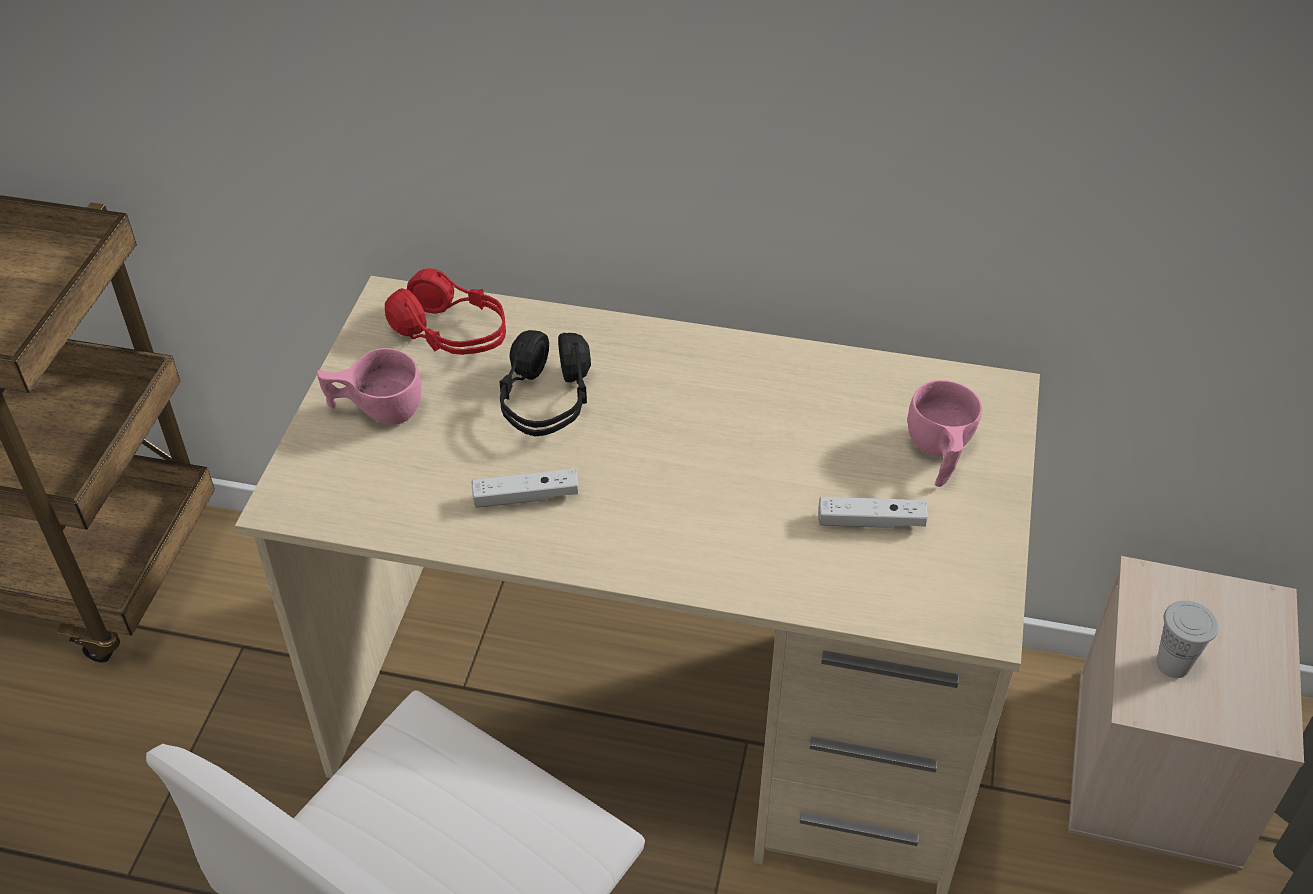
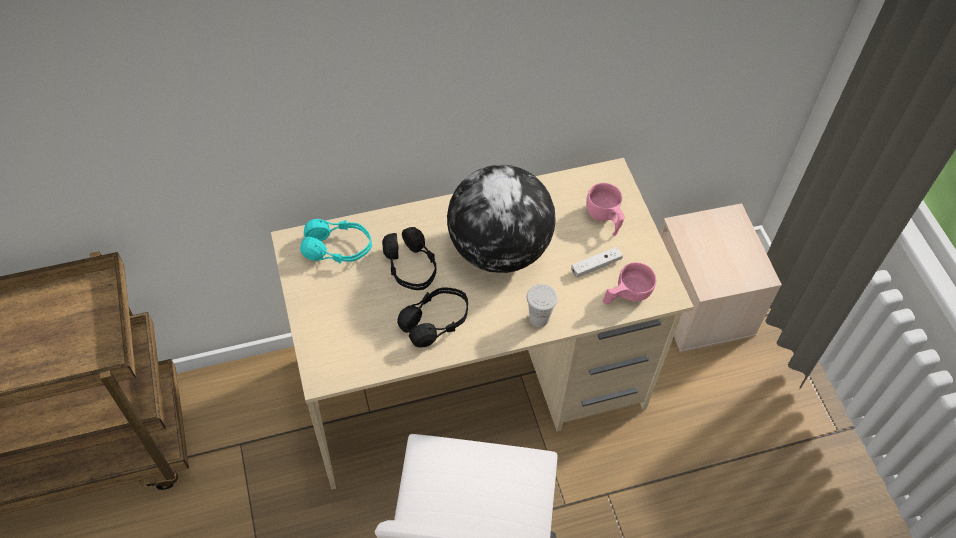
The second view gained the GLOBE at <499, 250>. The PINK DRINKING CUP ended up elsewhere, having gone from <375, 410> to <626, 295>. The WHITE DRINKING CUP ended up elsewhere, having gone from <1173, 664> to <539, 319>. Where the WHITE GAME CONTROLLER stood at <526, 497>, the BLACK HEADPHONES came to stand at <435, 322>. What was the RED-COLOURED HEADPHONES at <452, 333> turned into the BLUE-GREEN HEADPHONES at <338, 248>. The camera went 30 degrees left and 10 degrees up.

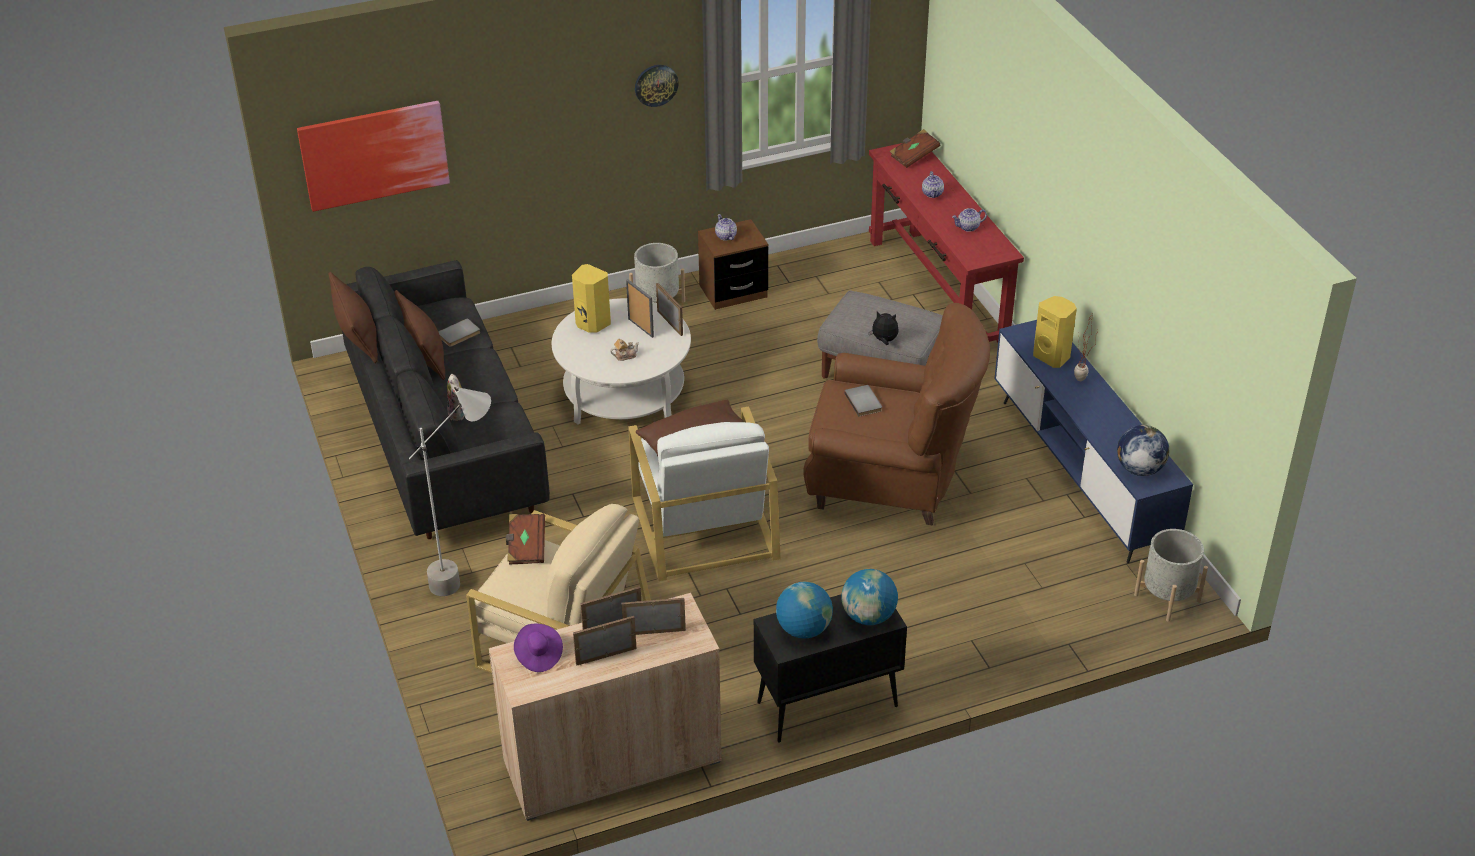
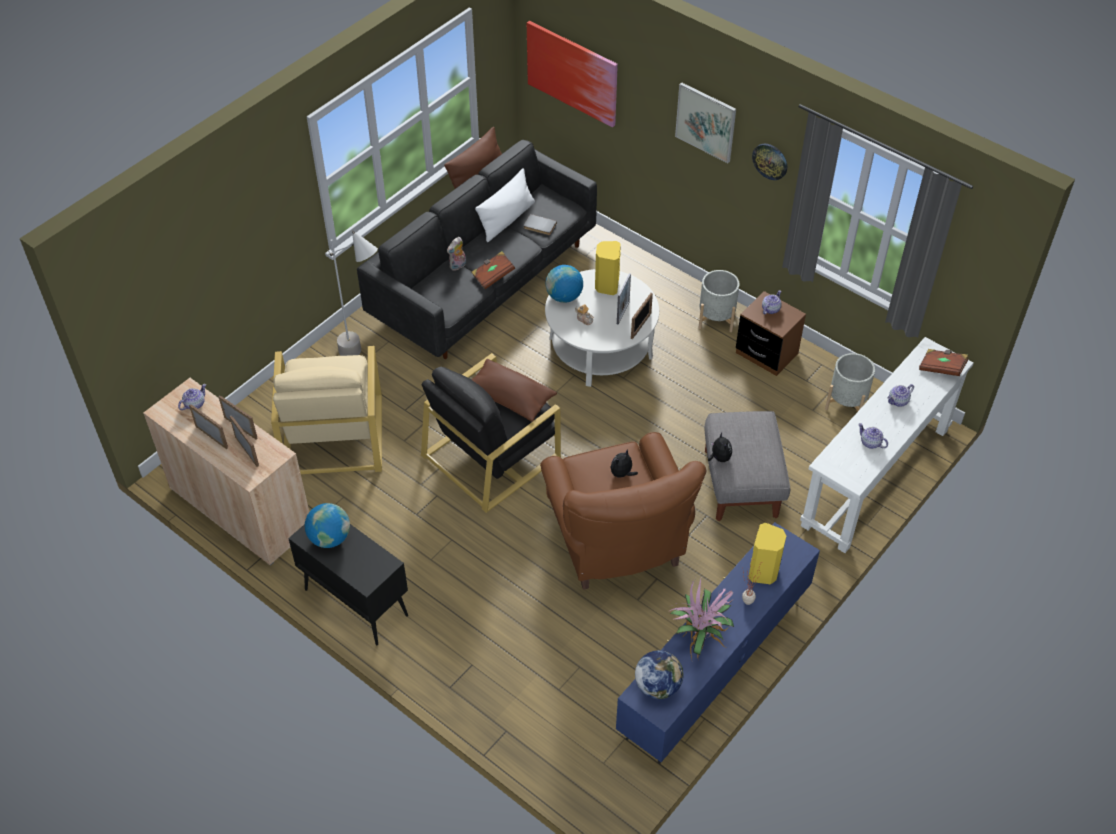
The second view gained the HOUSEPLANT at <700, 637>. The second view gained the WALL PICTURE at <706, 122>. The BROWN-COLOURED BOOK ended up elsewhere, having gone from <526, 547> to <493, 276>. The GLOBE ended up elsewhere, having gone from <868, 616> to <564, 297>. The GREY FLOWER POT ended up elsewhere, having gone from <1167, 598> to <846, 402>. Where the PURPLISH WEARABLE HAT stood at <538, 656>, the POT FOR TEA came to stand at <194, 404>. Where the GREY BOOK stood at <864, 402>, the SOFT TOY came to stand at <622, 474>. What was the BROWN-COLOURED CUSHION at <424, 353> turned into the WHITE CUSHION at <507, 219>. What was the WHITE EASY CHAIR at <704, 526> turned into the BLACK EASY CHAIR at <492, 455>. What was the RED-COLOURED CONSOLE TABLE at <937, 291> turned into the WHITE CONSOLE TABLE at <875, 477>. The camera went 60 degrees right and 10 degrees up.

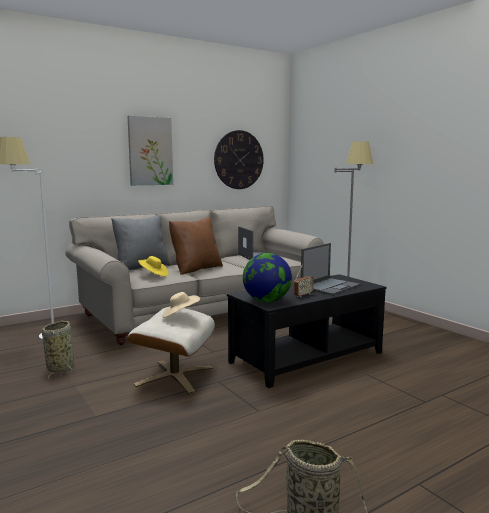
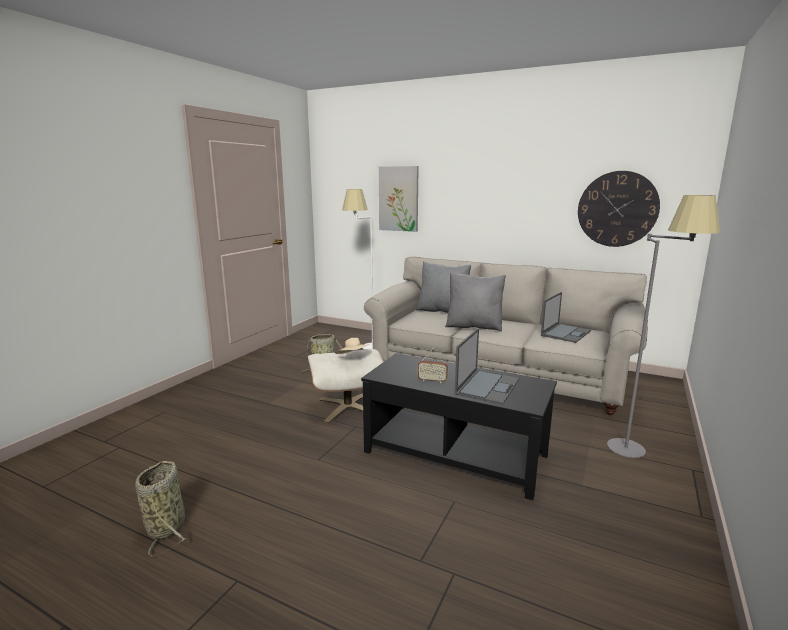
The second view lost the YELLOW-COLOURED WEARABLE HAT at <153, 275>. The second view lost the GLOBE at <266, 301>. The WALL PICTURE ended up elsewhere, having gone from <150, 151> to <399, 199>. What was the BROWN-COLOURED CUSHION at <196, 269> turned into the GREY CUSHION at <474, 326>. The PORTABLE COMPUTER at <330, 286> ended up facing another way, 75 degrees counterclockwise from before. The camera went 60 degrees right and 5 degrees up.

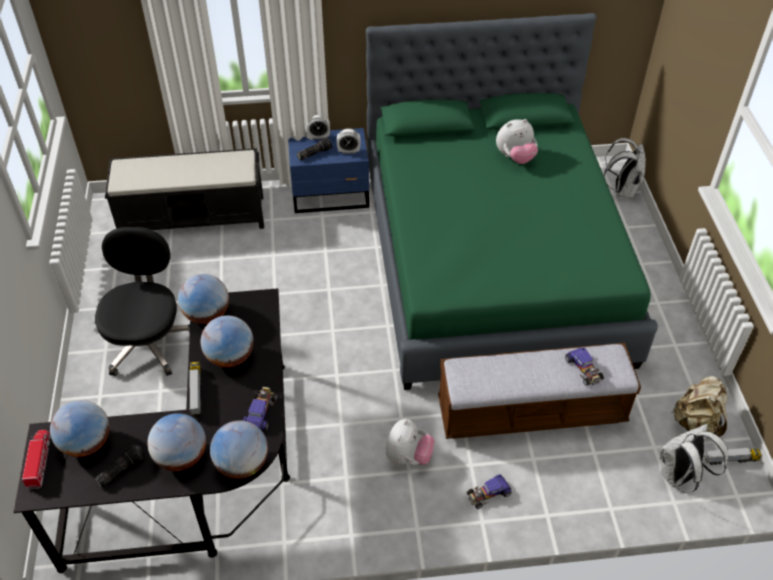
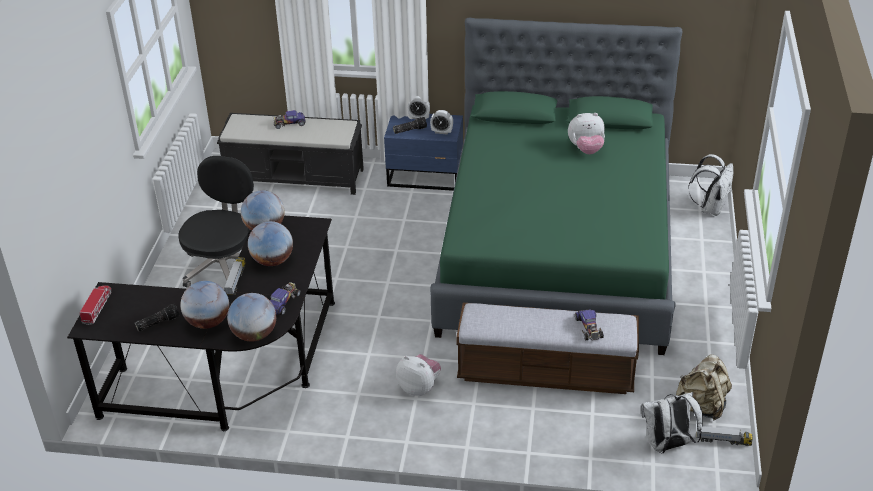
The second view lost the GLOBE at <86, 443>. The TOY CAR ended up elsewhere, having gone from <488, 494> to <289, 123>. The SOFT TOY at <408, 456> ended up facing another way, 90 degrees counterclockwise from before. The camera went 15 degrees right and 10 degrees down.

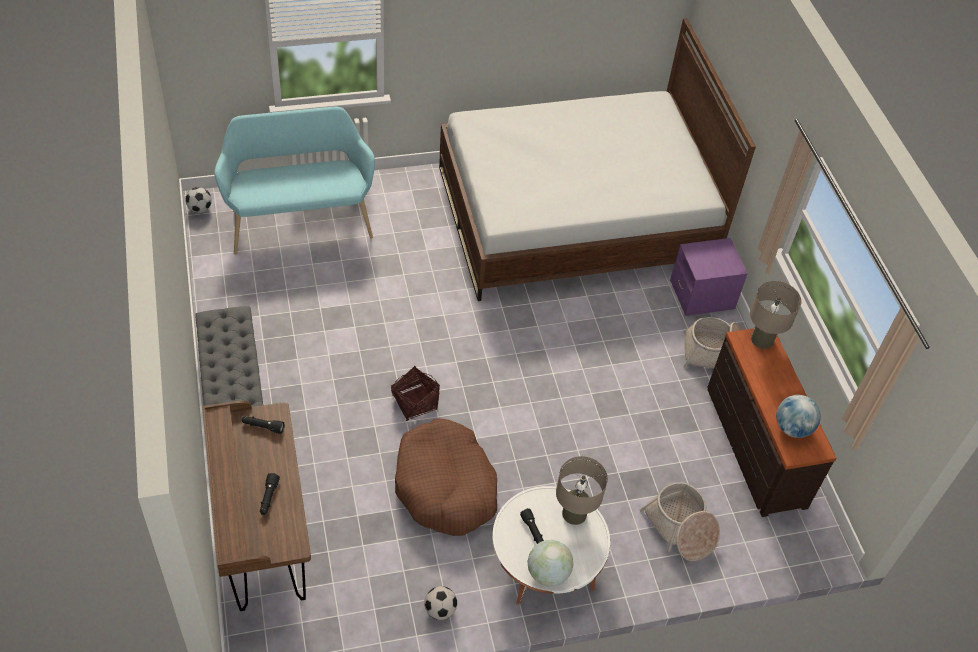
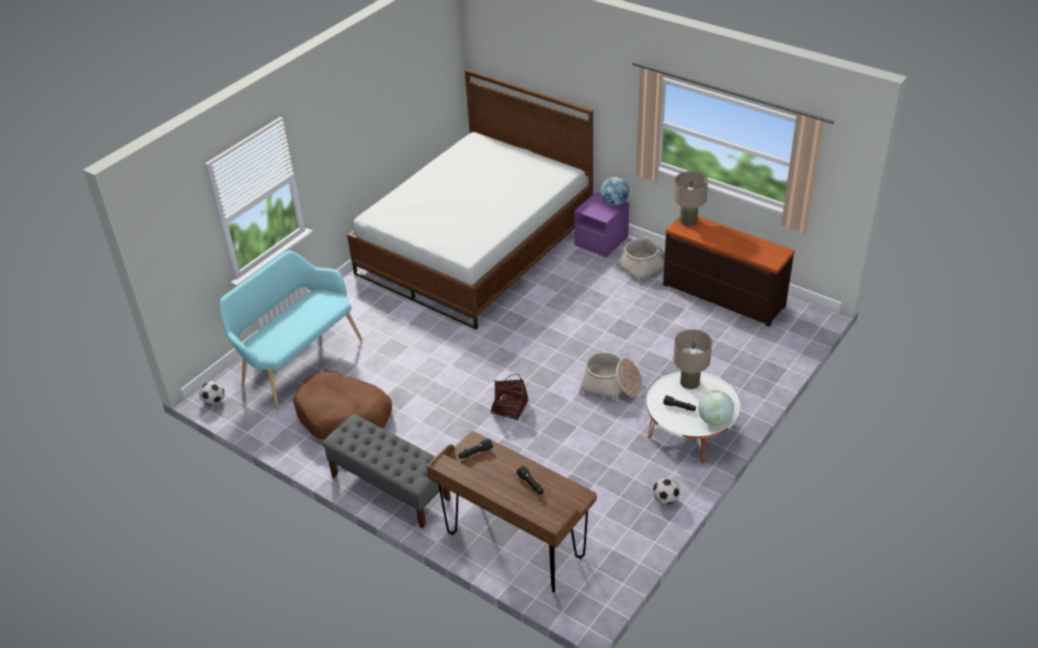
The BROWN-COLOURED DOG CUSHION ended up elsewhere, having gone from <445, 486> to <344, 416>. The BASKET ended up elsewhere, having gone from <680, 528> to <611, 386>. The GLOBE ended up elsewhere, having gone from <792, 428> to <614, 203>. The camera went 35 degrees left and 10 degrees down.

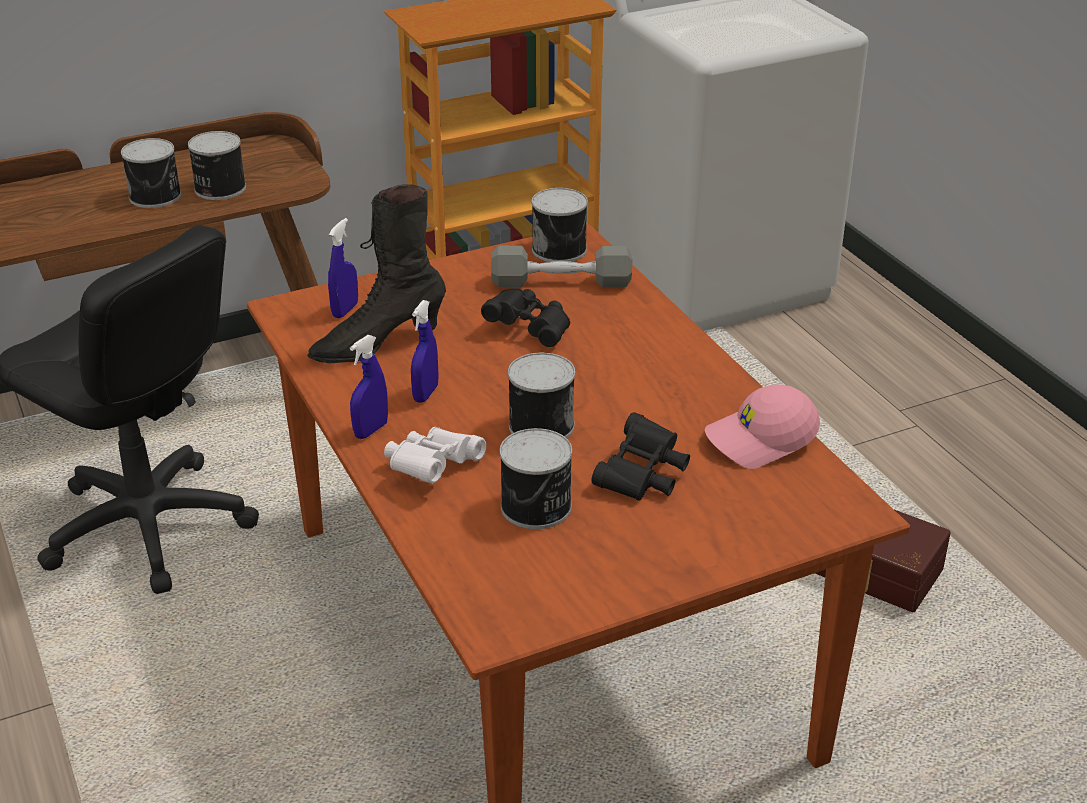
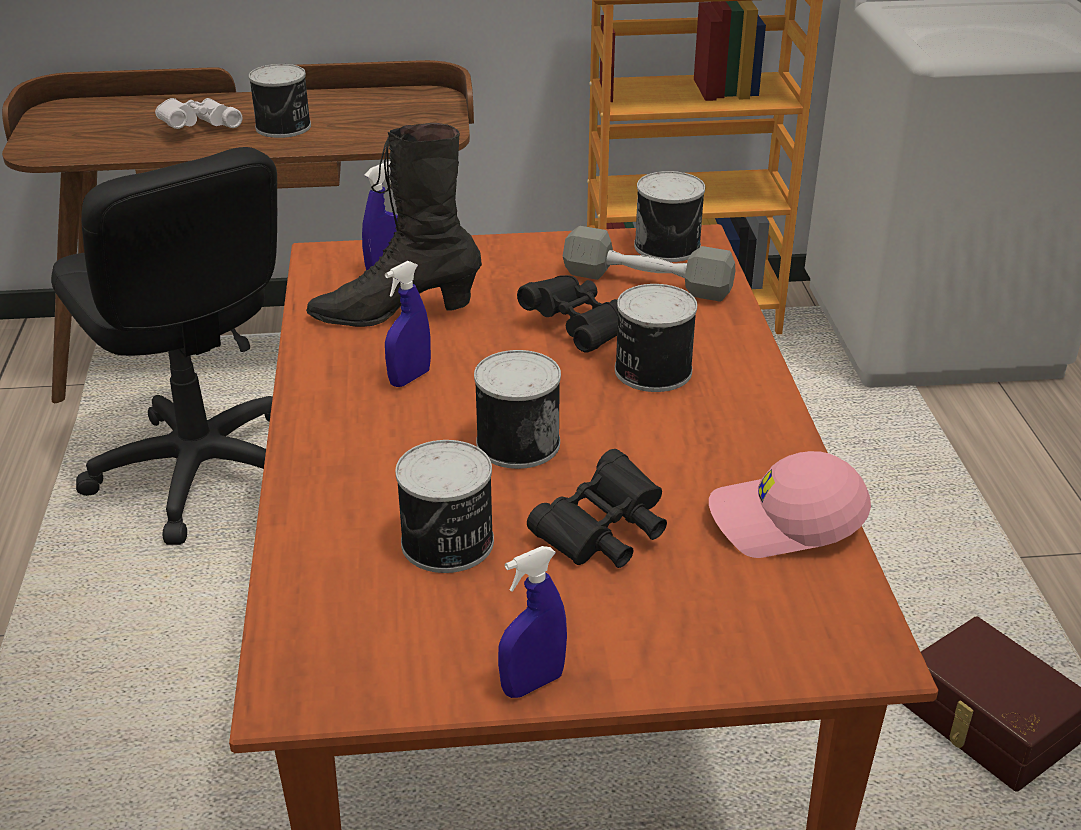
The METAL CAN ended up elsewhere, having gone from <219, 189> to <651, 371>. The BLUISH HAND SPRAYER ended up elsewhere, having gone from <371, 430> to <532, 684>. The WHITE BINOCULARS ended up elsewhere, having gone from <432, 468> to <198, 129>. The camera went 20 degrees right and 0 degrees up.

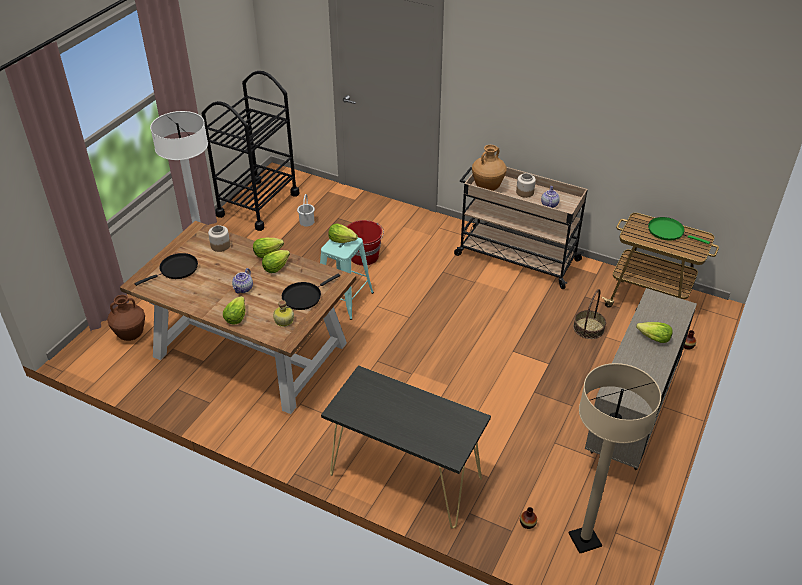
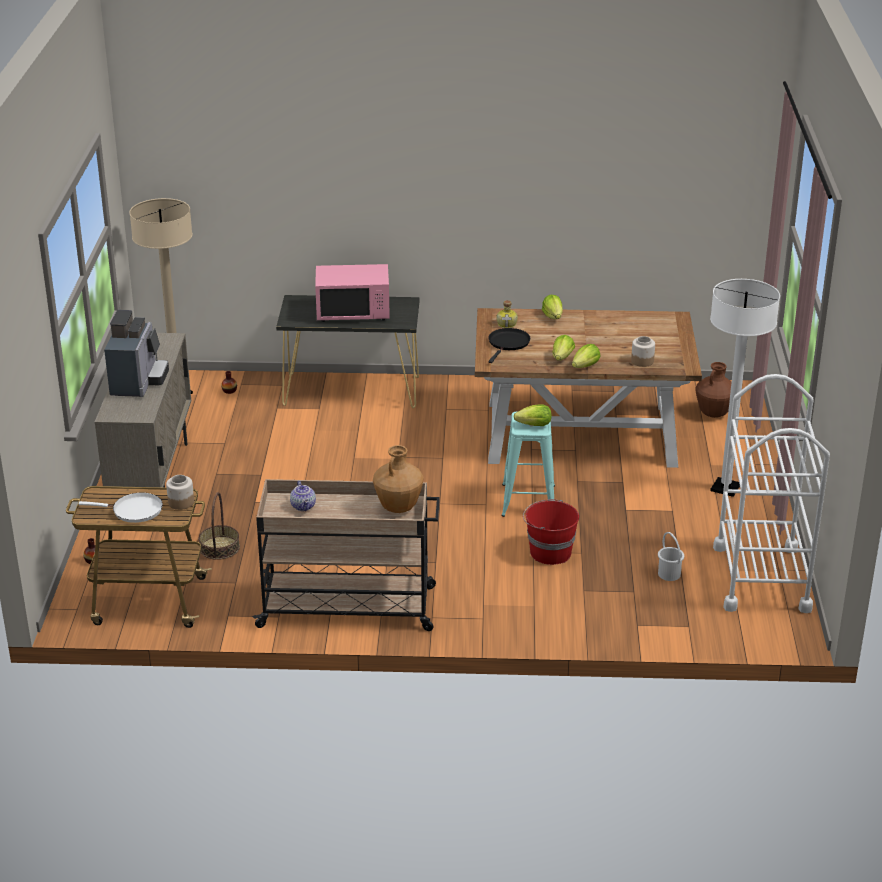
The second view lost the BLACK PAN at <176, 270>. The second view lost the POT FOR TEA at <243, 289>. The second view gained the PINK KITCHEN MICROWAVE at <353, 312>. The STORAGE JAR ended up elsewhere, having gone from <525, 192> to <180, 502>. Where the LETTUCE HEAD stood at <653, 338>, the COFFEE MAKER came to stand at <138, 382>. What was the BLACK WHEELED CART at <258, 204> turned into the WHITE WHEELED CART at <761, 578>. What was the GREEN-COLOURED PAN at <668, 232> turned into the WHITE PAN at <134, 511>. The camera went 155 degrees right and 10 degrees down.

